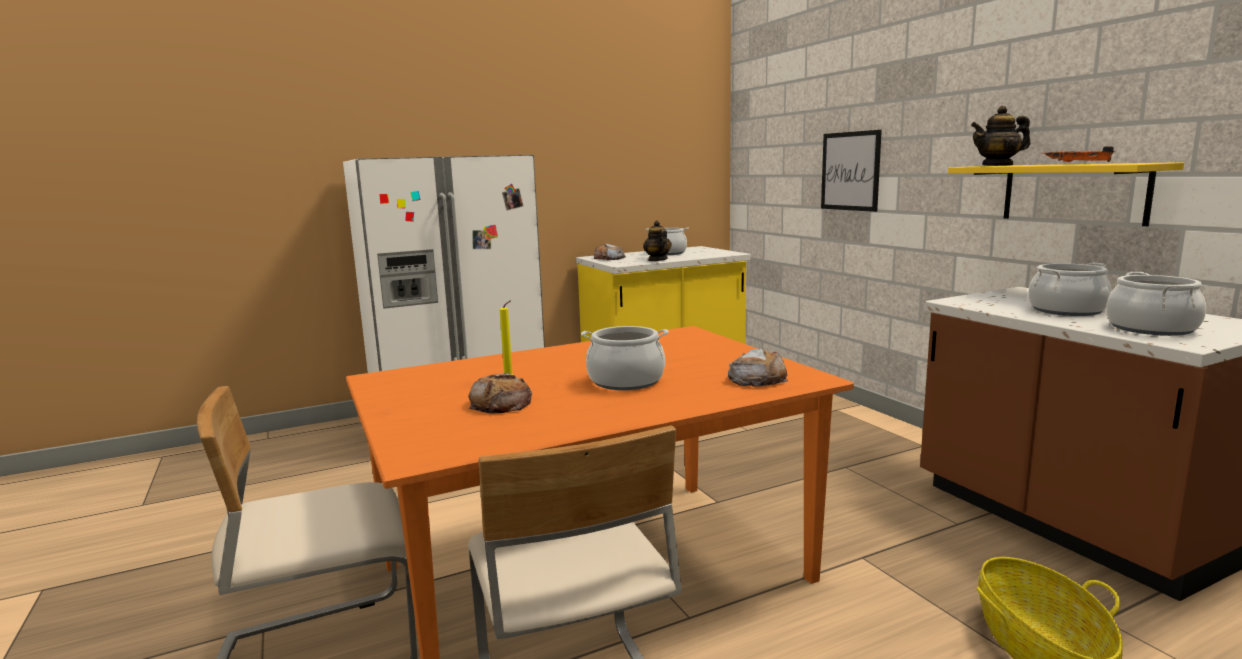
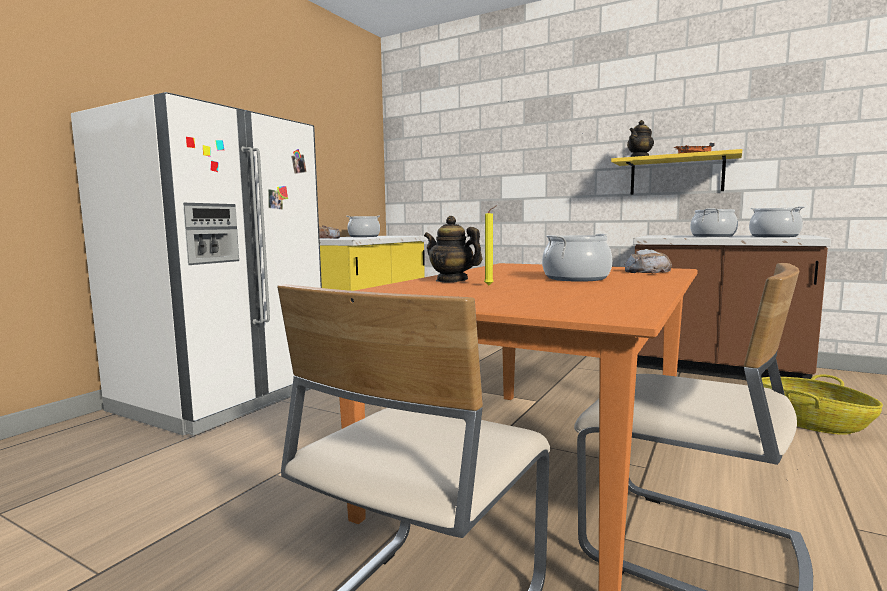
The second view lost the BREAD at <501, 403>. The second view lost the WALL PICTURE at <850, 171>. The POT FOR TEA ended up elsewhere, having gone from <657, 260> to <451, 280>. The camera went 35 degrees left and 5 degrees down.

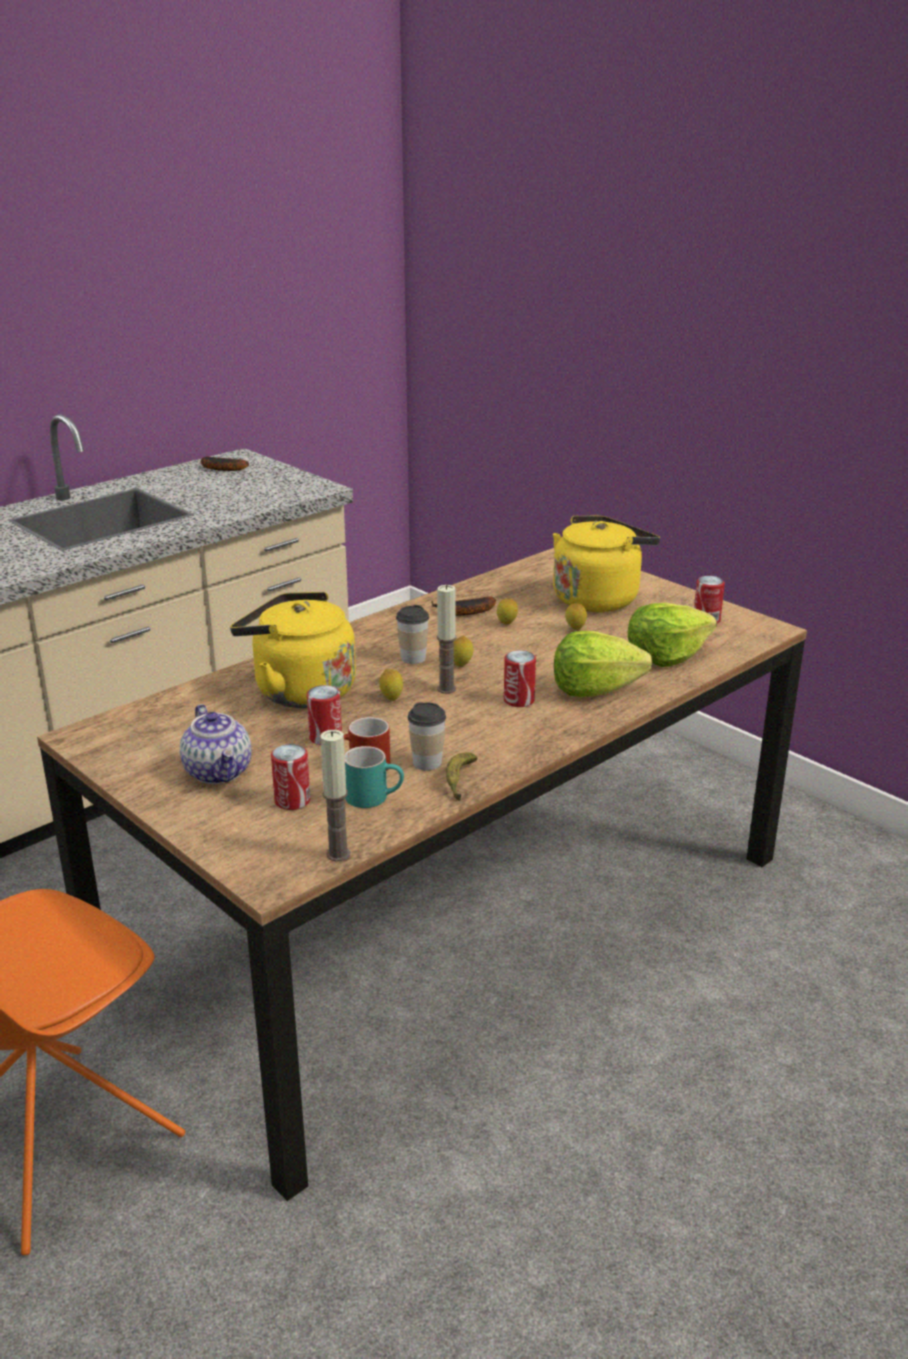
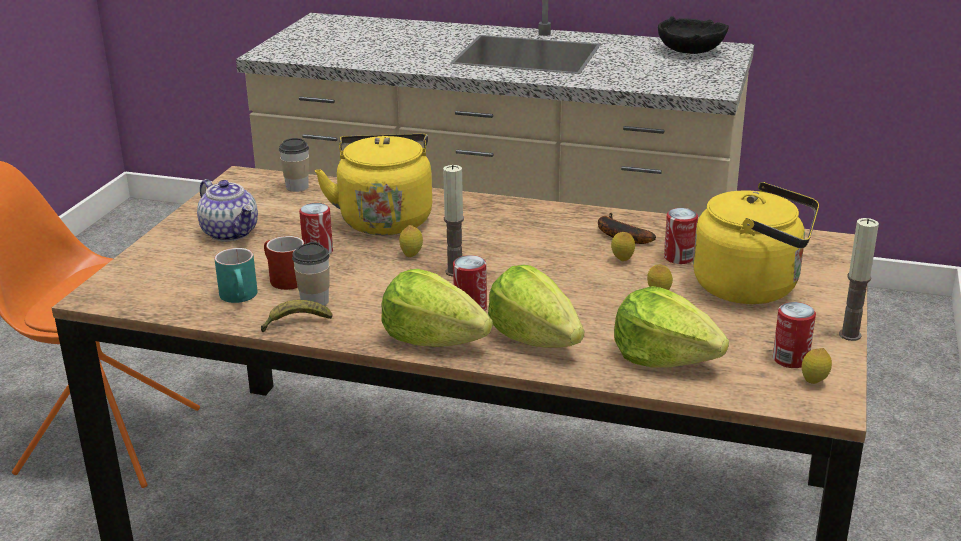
The second view gained the LETTUCE HEAD at <433, 340>. The METAL CAN ended up elsewhere, having gone from <292, 801> to <679, 257>. The WAX CANDLE ended up elsewhere, having gone from <338, 854> to <850, 335>. The DRINKING CUP ended up elsewhere, having gone from <413, 658> to <297, 187>. The LEMON ended up elsewhere, having gone from <462, 665> to <814, 382>. Where the BANANA stood at <219, 468>, the BLACK DEEP DISH came to stand at <690, 51>. The POT FOR TEA at <219, 772> ended up facing another way, 75 degrees counterclockwise from before. The camera went 60 degrees right and 0 degrees up.

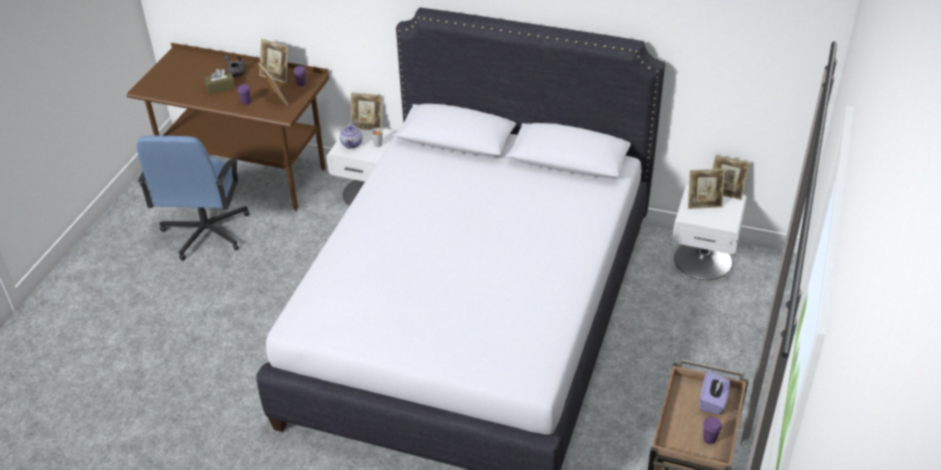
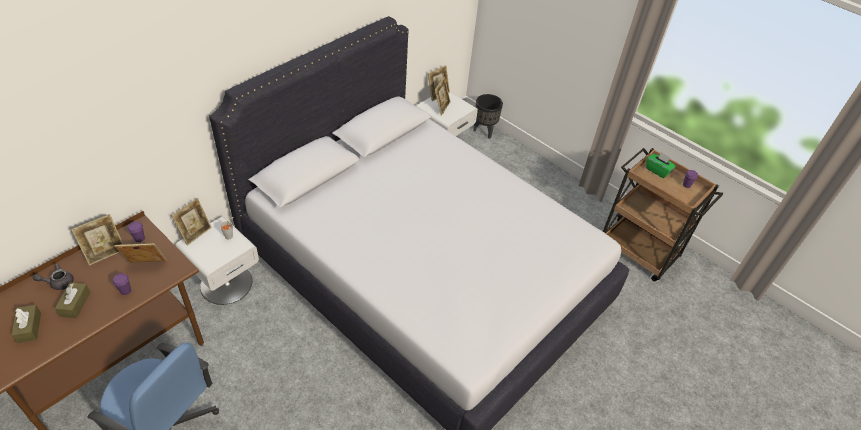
The second view lost the POT FOR TEA at <352, 144>. The second view gained the BROWN-COLOURED BOX OF TISSUES at <29, 327>. The second view gained the BLACK FLOWER POT at <484, 131>. What was the PURPLISH BOX OF TISSUES at <713, 401> turned into the GREEN-COLOURED BOX OF TISSUES at <657, 170>. The camera went 70 degrees left and 5 degrees up.

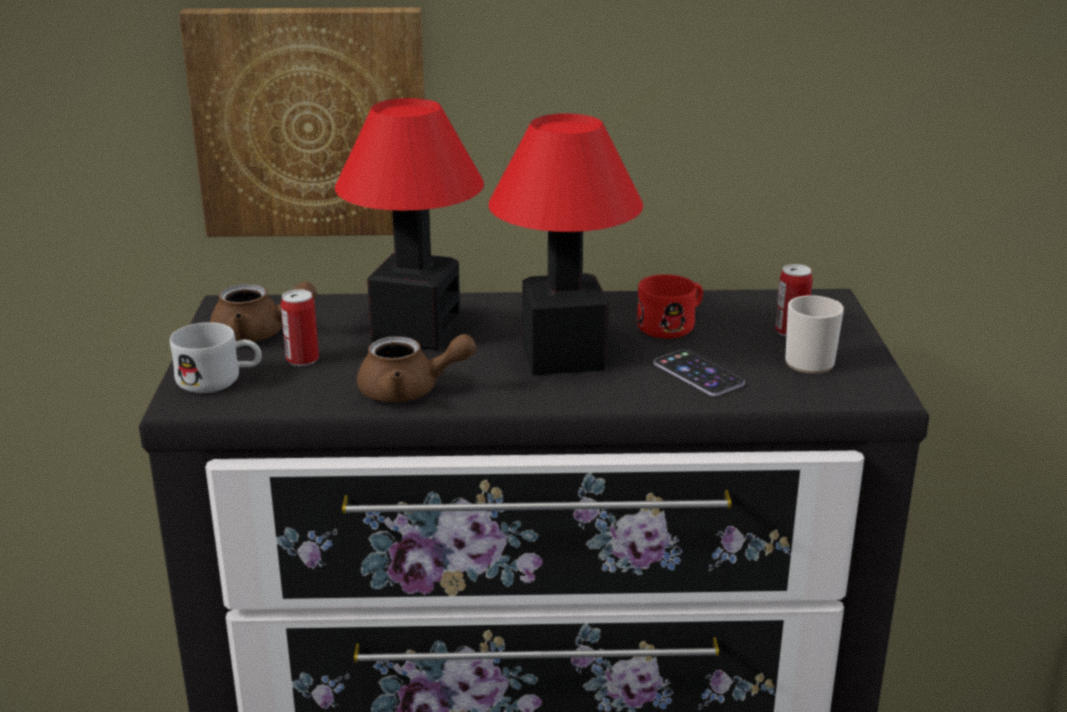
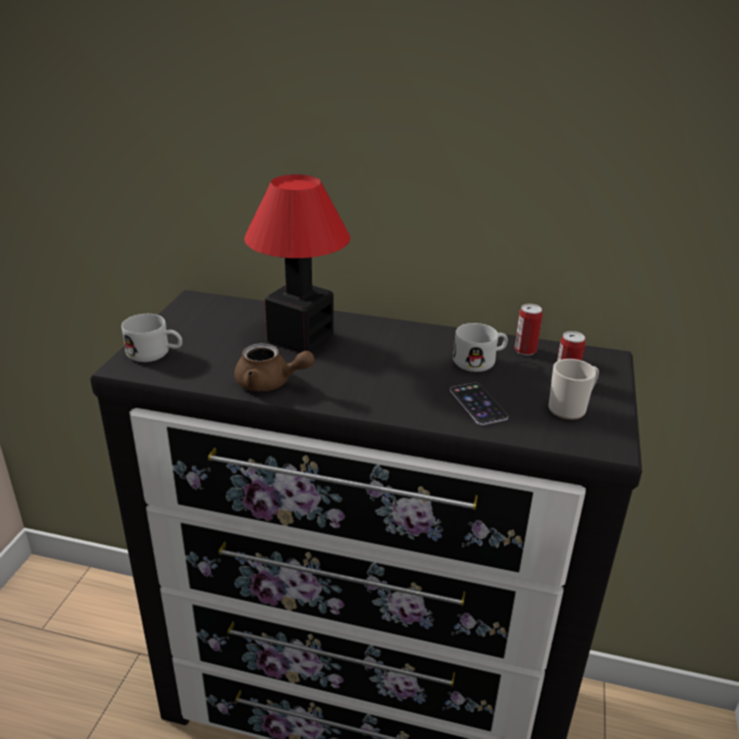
The second view lost the WALL PICTURE at <311, 122>. The second view lost the BROWN-COLOURED POT FOR TEA at <259, 334>. The second view lost the LAMP FOR A TABLE at <565, 356>. The METAL CAN ended up elsewhere, having gone from <302, 359> to <525, 350>. What was the RED-COLOURED TEA MUG at <673, 325> turned into the WHITE TEA MUG at <480, 361>. The camera went 15 degrees right and 5 degrees up.

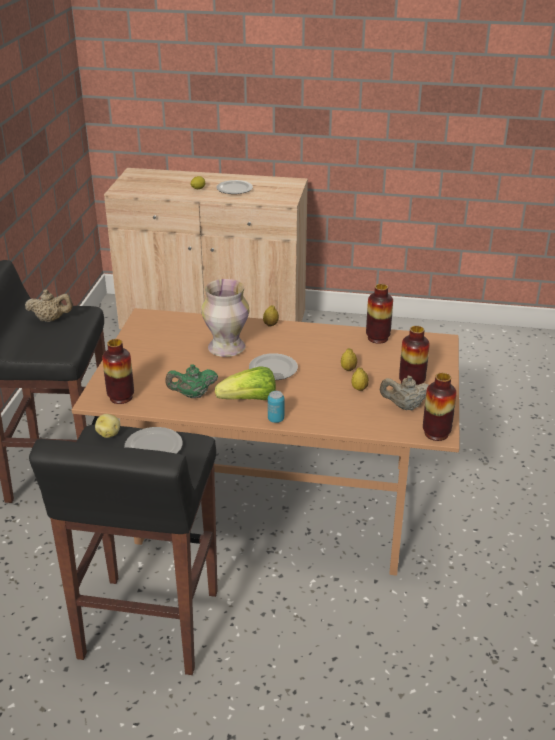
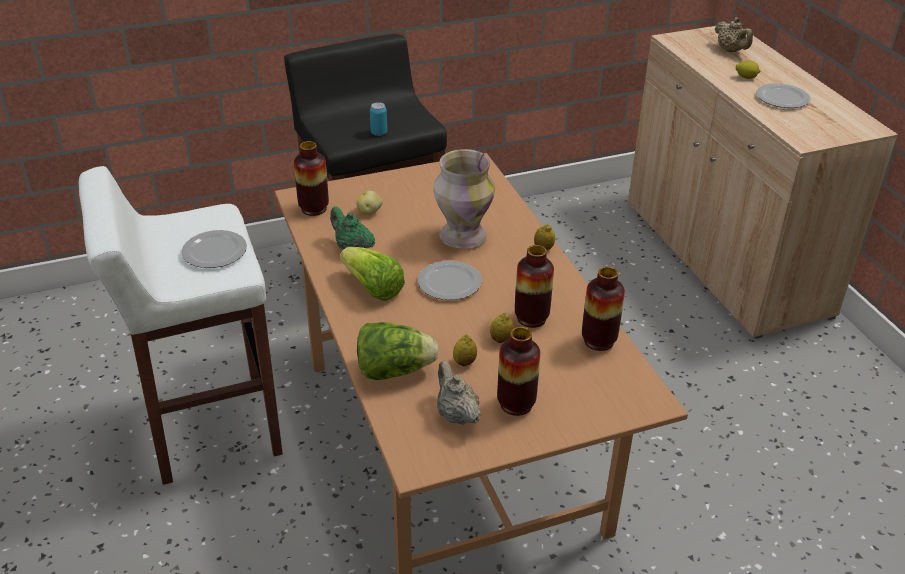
The second view gained the LETTUCE HEAD at <394, 370>. The BEIGE-COLOURED POT FOR TEA ended up elsewhere, having gone from <51, 319> to <730, 51>. The POTATO ended up elsewhere, having gone from <109, 433> to <370, 212>. The METAL CAN ended up elsewhere, having gone from <276, 419> to <379, 133>. The VASE ended up elsewhere, having gone from <436, 433> to <531, 318>. What was the BLACK STOOL at <148, 626> turned into the WHITE STOOL at <210, 427>. The camera went 60 degrees right and 5 degrees up.

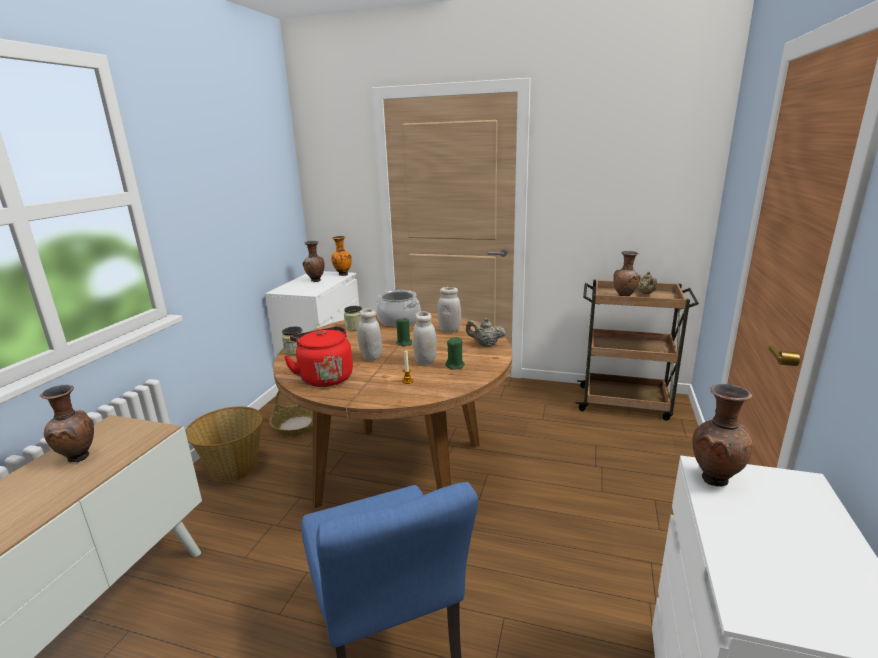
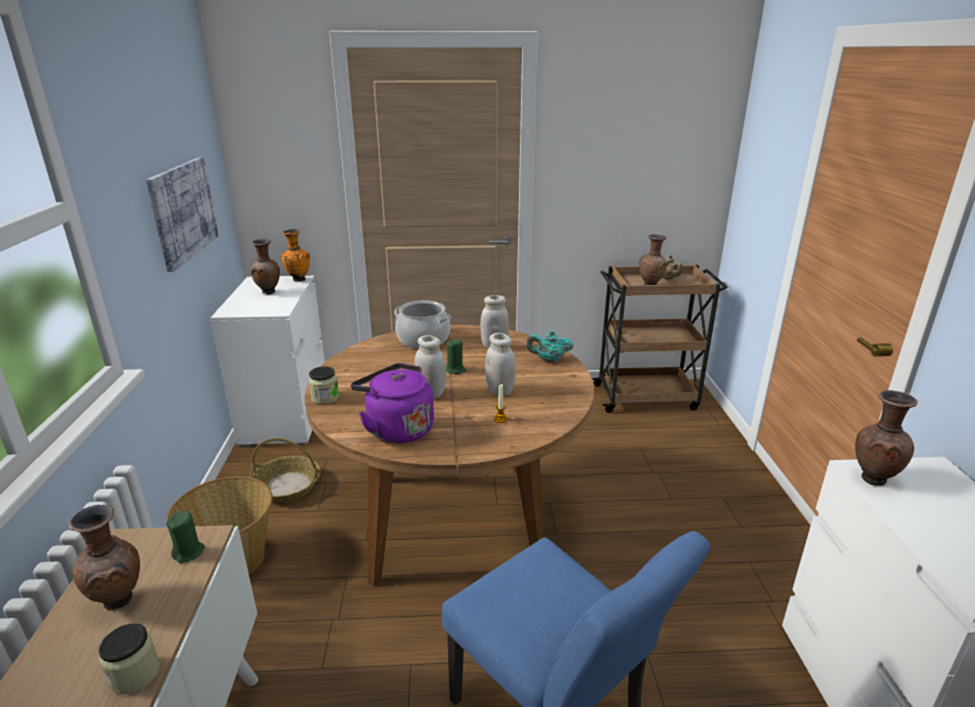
The second view gained the WALL PICTURE at <183, 211>. The STORAGE JAR ended up elsewhere, having gone from <354, 327> to <135, 674>. The GREEN-COLOURED WAX CANDLE ended up elsewhere, having gone from <455, 366> to <189, 552>. What was the RED-COLOURED KETTLE at <324, 377> turned into the PURPLISH KETTLE at <397, 429>. What was the BEIGE-COLOURED POT FOR TEA at <485, 344> turned into the BLUE-GREEN POT FOR TEA at <549, 360>. The camera went 20 degrees left and 5 degrees up.

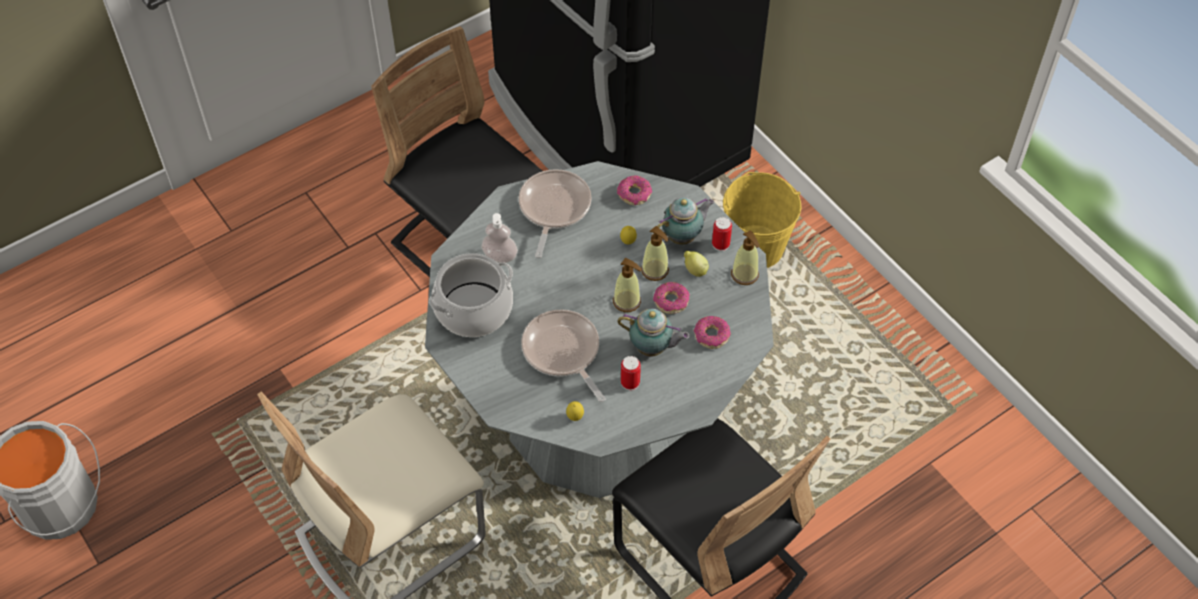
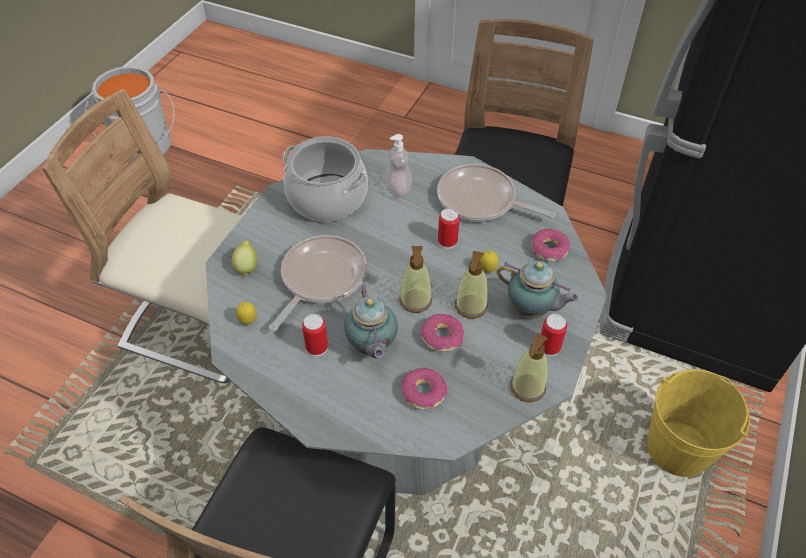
The second view gained the METAL CAN at <447, 242>. The LEMON ended up elsewhere, having gone from <694, 270> to <246, 267>. The PAN at <553, 208> ended up facing another way, 135 degrees counterclockwise from before. The camera went 60 degrees right and 5 degrees down.

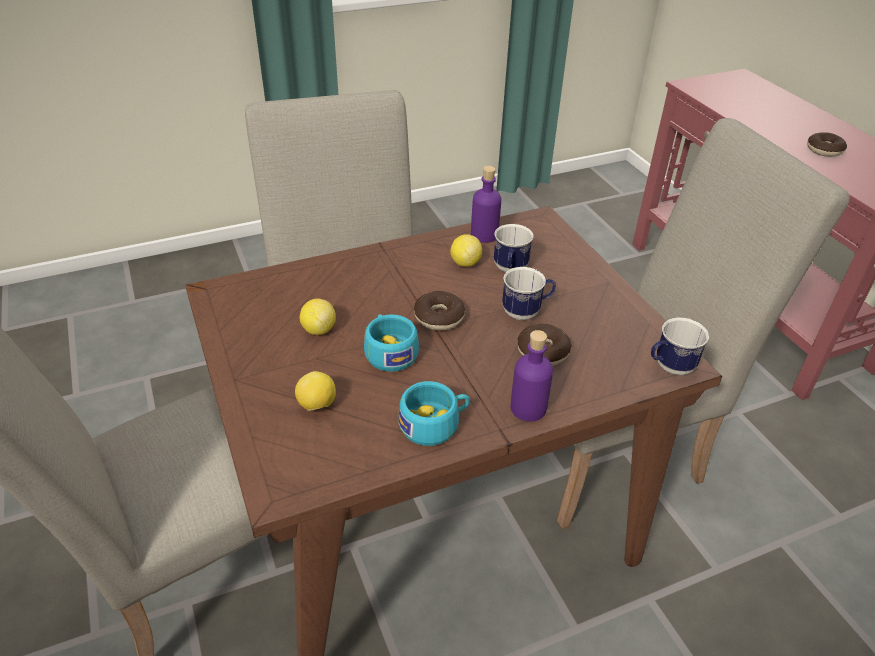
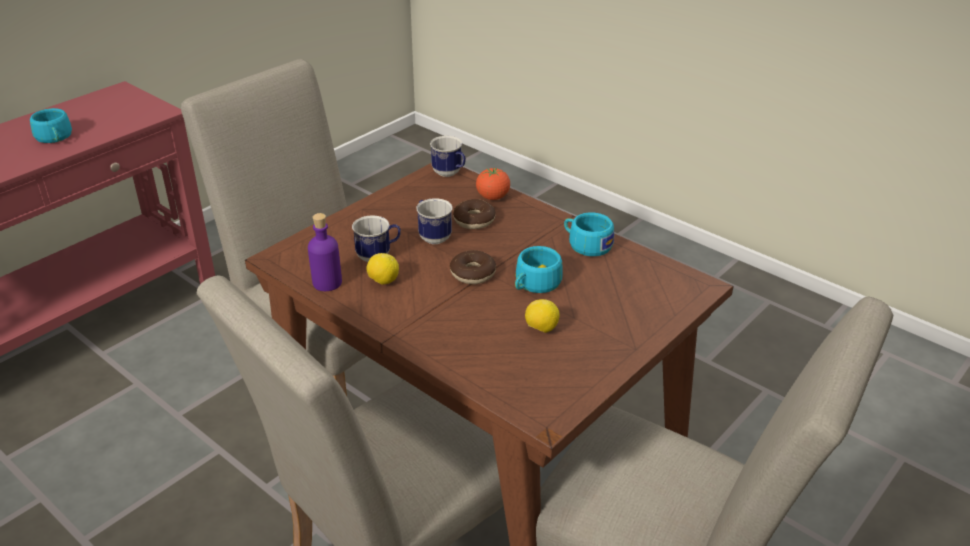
The second view lost the LEMON at <317, 405>. The second view lost the PURPLISH BEVERAGE BOTTLE at <528, 408>. The second view gained the WHOLE TOMATO at <493, 197>. Where the RING DOUGHNUT stood at <824, 150>, the BLUE-GREEN DRINKING CUP came to stand at <55, 138>. The camera went 115 degrees left and 5 degrees down.

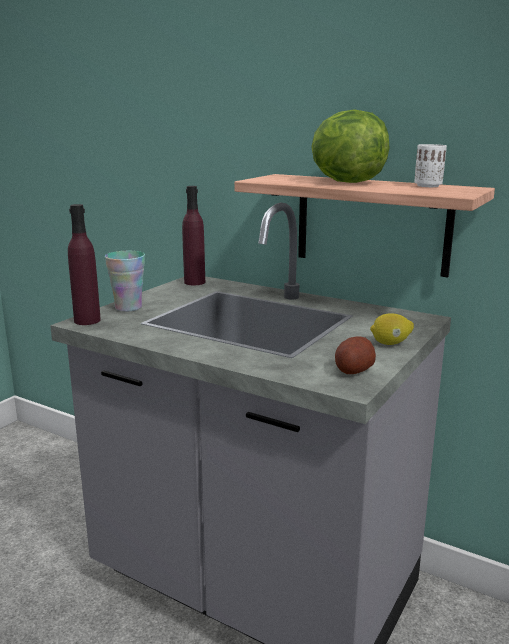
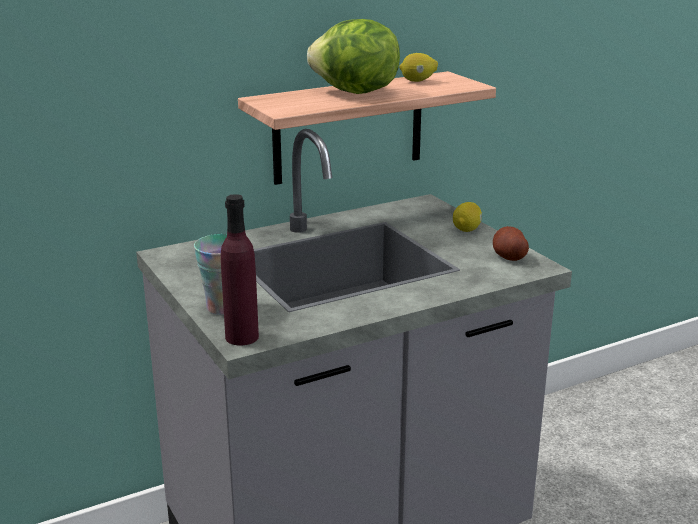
The second view lost the PURPLISH BEVERAGE BOTTLE at <194, 282>. Where the WHITE DRINKING CUP stood at <428, 186>, the LEMON came to stand at <418, 81>. The camera went 60 degrees left and 5 degrees up.

